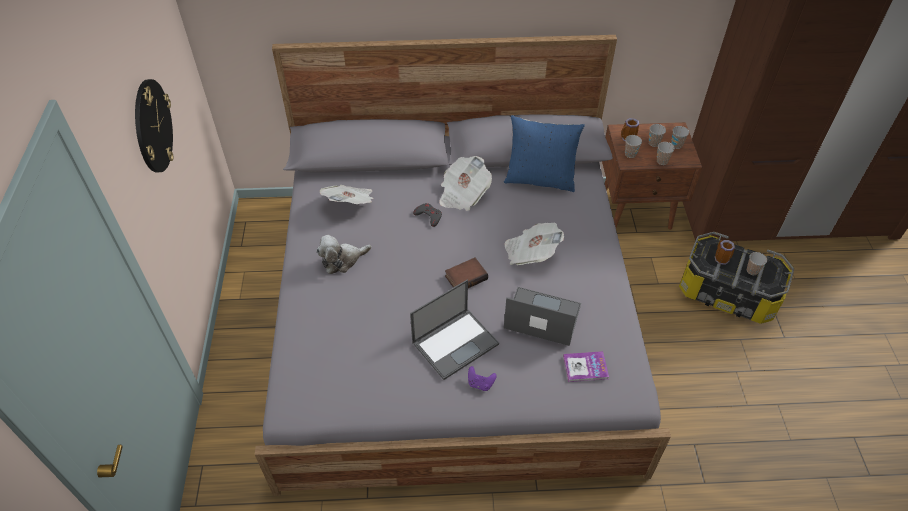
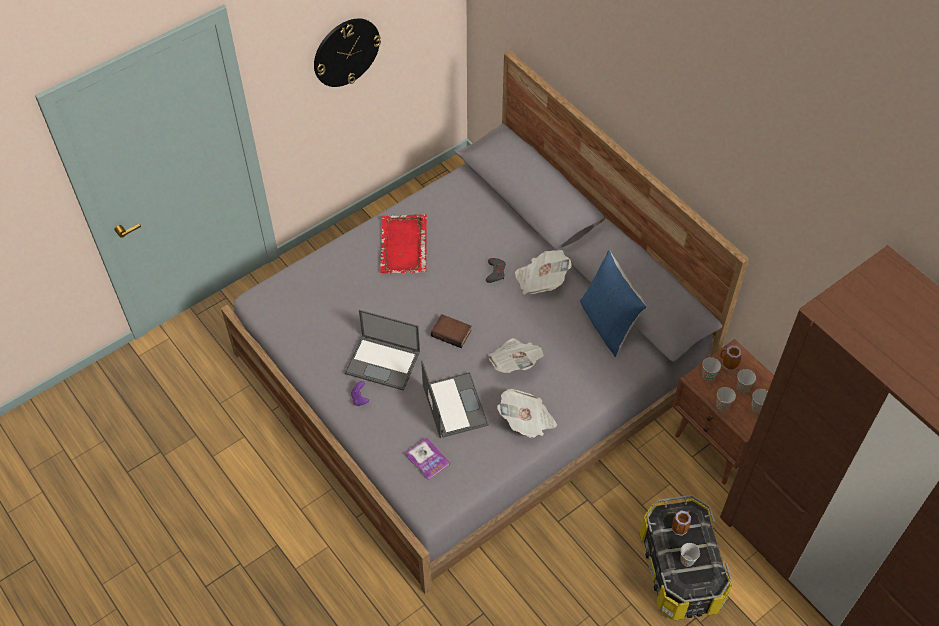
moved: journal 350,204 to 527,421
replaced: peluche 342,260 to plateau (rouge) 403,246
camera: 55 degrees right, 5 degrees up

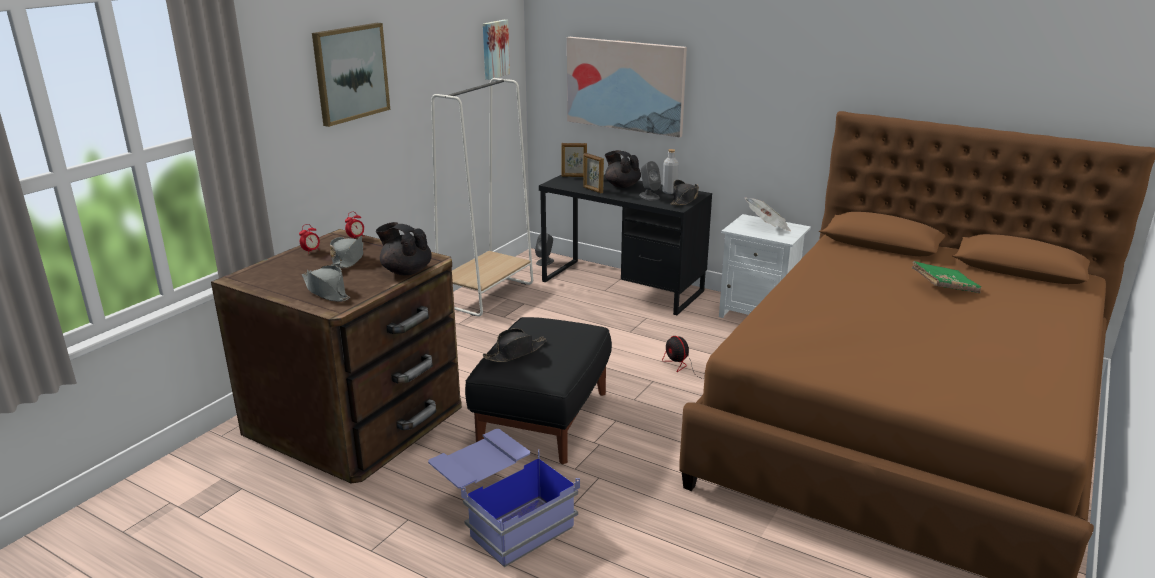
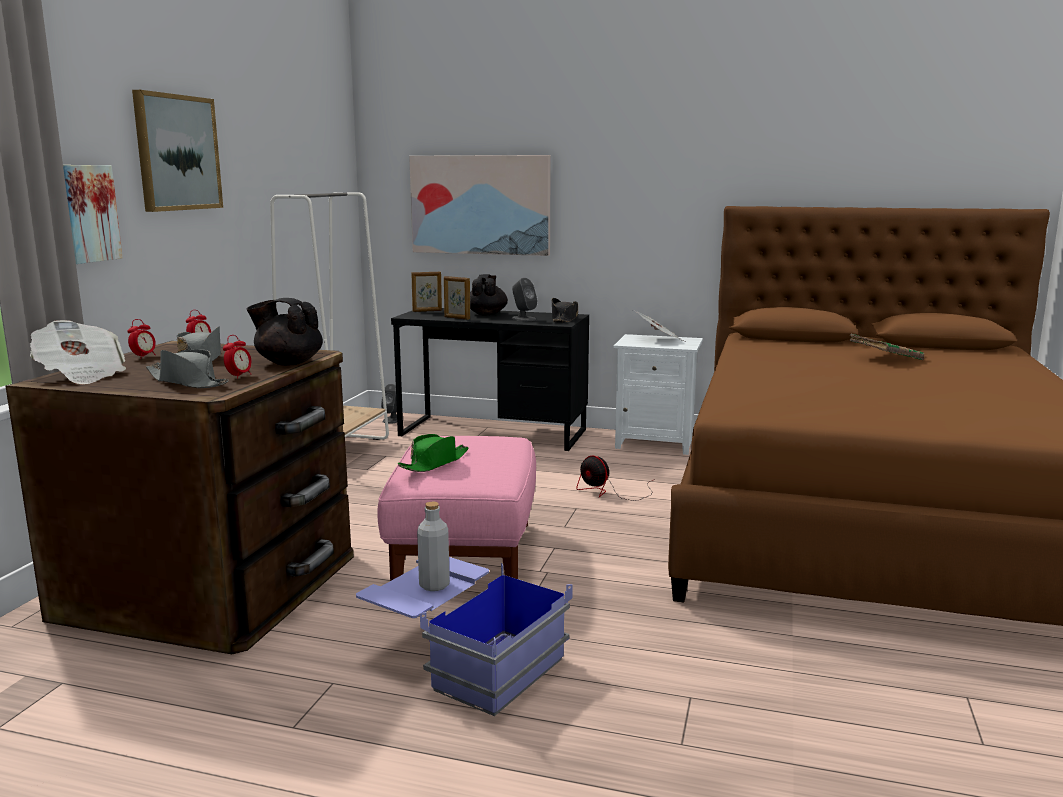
added: journal 81,375; réveil 239,376
moved: tableau 494,49 to 87,213; bouteille (gris) 669,192 to 434,585
recoloured: pouf (noir) 544,418 to pouf (rose) 465,555; chapeau (noir) 515,352 to chapeau (vert) 434,463
turned: théière (noir) 622,185 = 487,314 60 degrees clockwise
camera: 15 degrees left, 10 degrees down

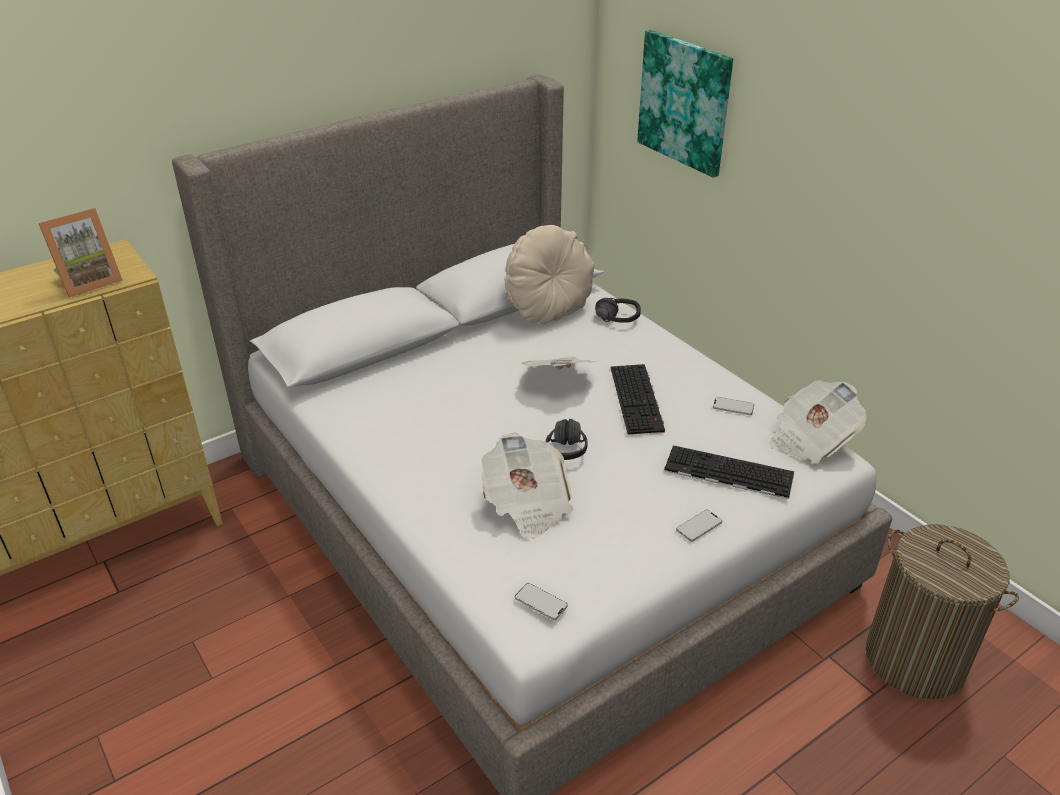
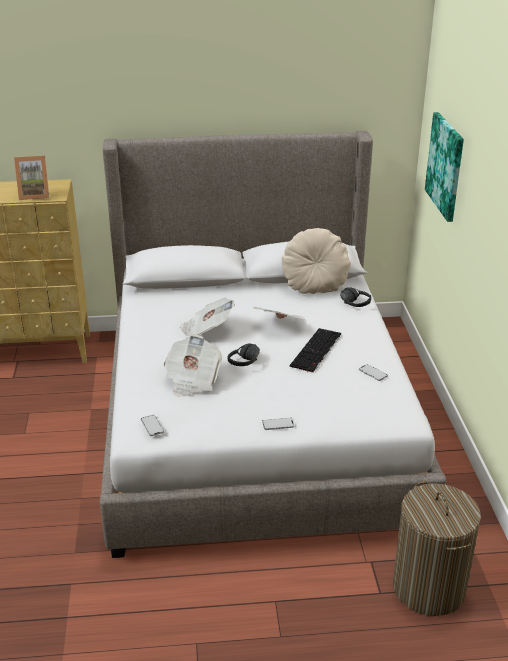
removed: clavier 727,473
moved: journal 811,439 to 206,330
camera: 30 degrees right, 5 degrees down

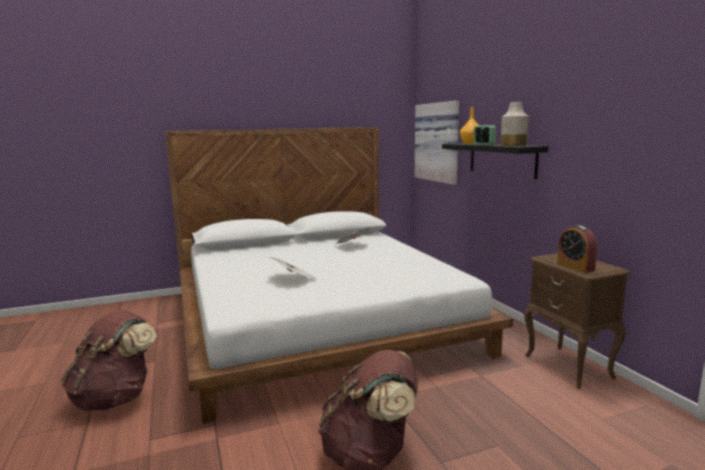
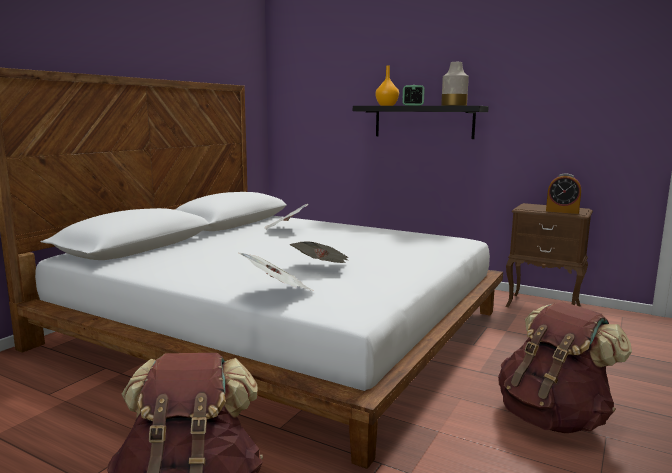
removed: tableau 438,142
added: journal 277,290
camera: 40 degrees left, 0 degrees up

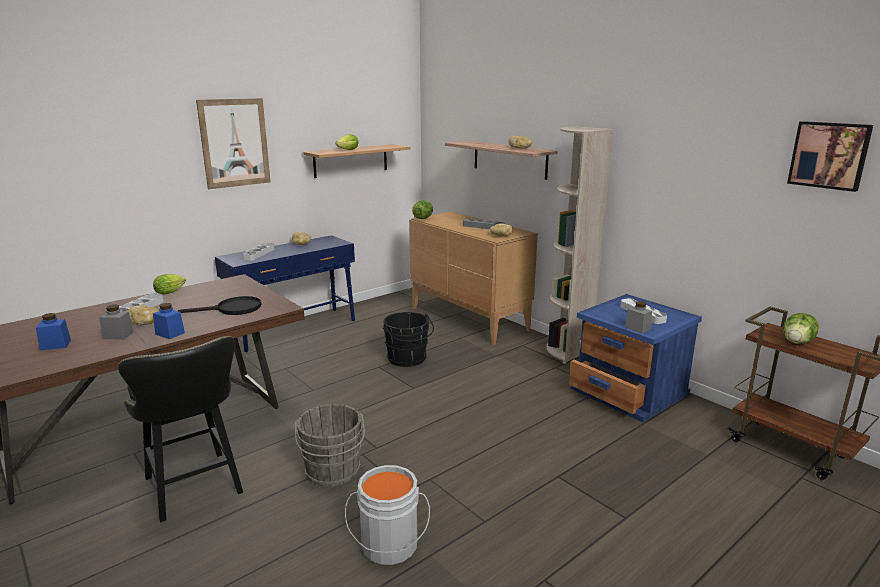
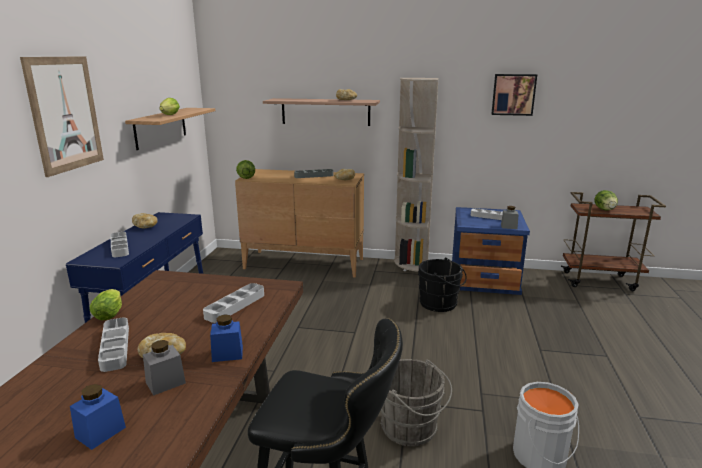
moved: seau (noir) 407,359 to 440,304; tableau 829,155 to 513,94
replaced: poêle (noir) 232,309 to plateau (gris) 235,306
camera: 40 degrees left, 0 degrees up

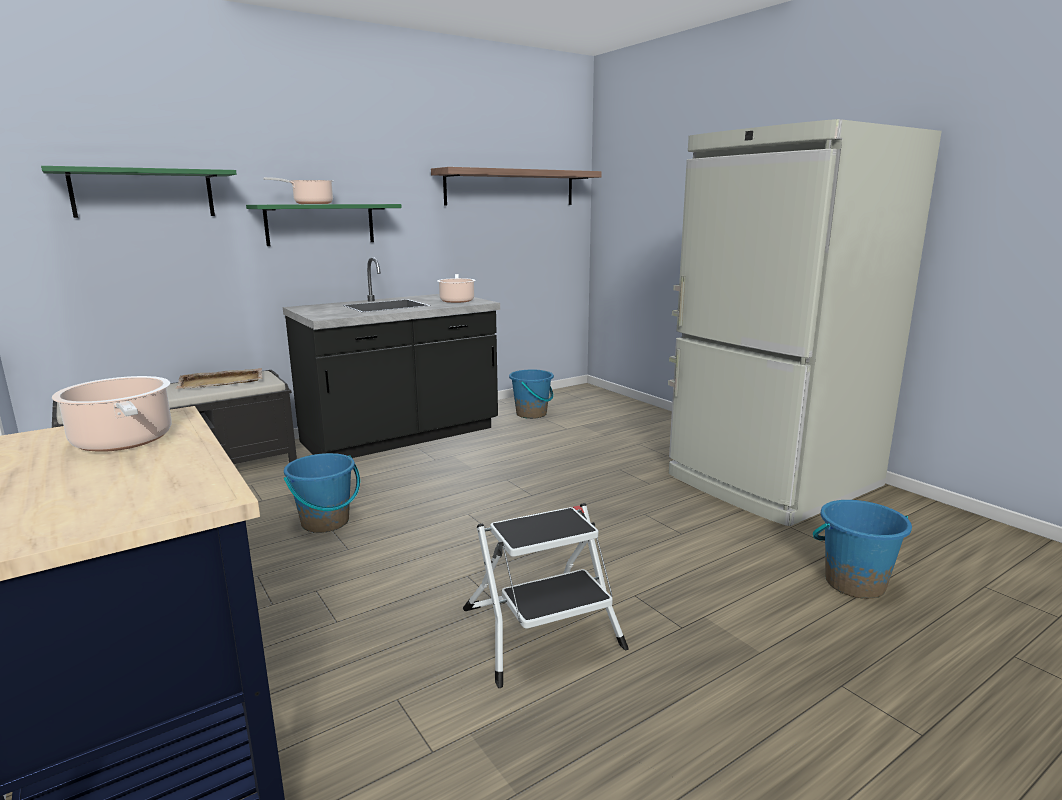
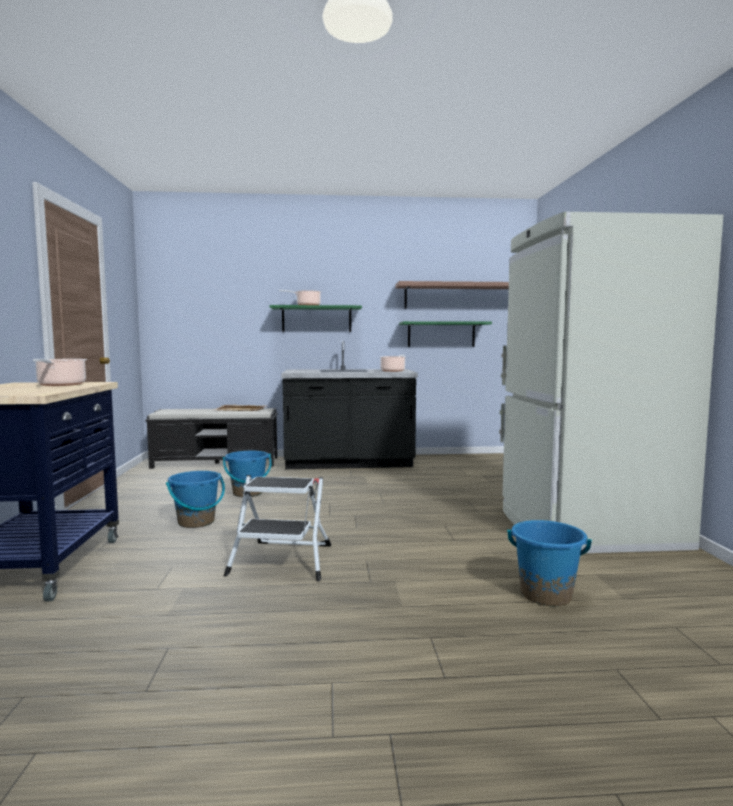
moved: étagère (vert) 143,193 to 441,334; seau (bleu) 531,414 to 196,522
camera: 30 degrees right, 10 degrees down

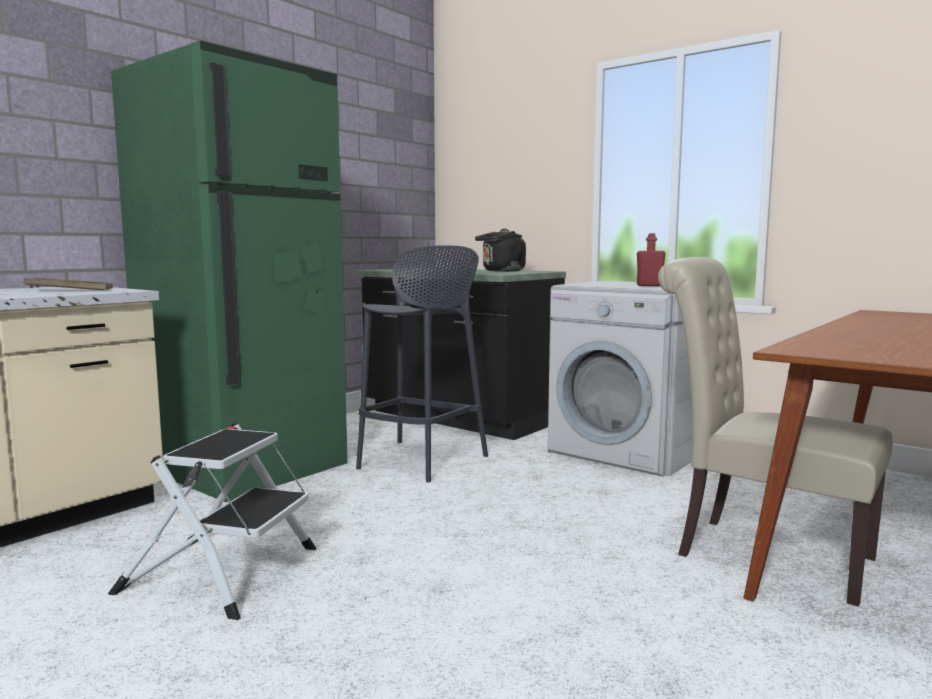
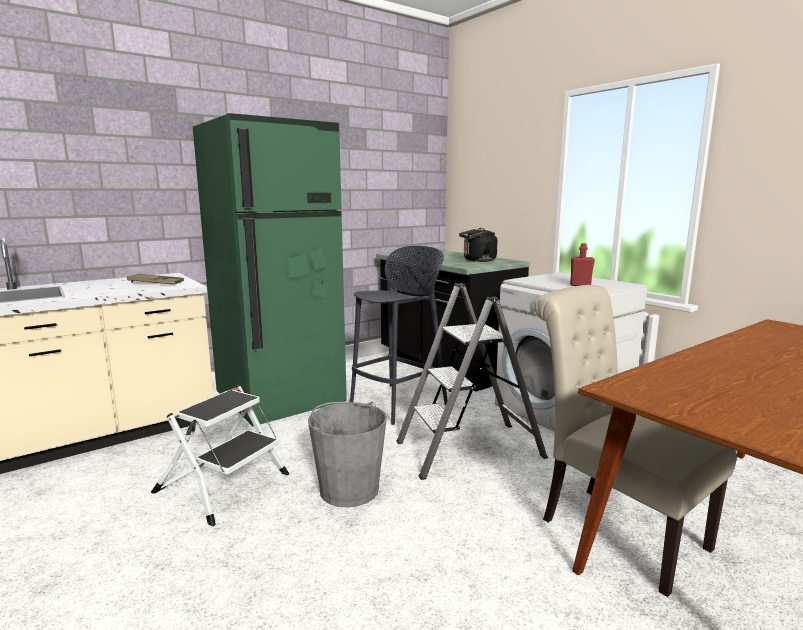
added: seau (gris) 349,489; escabeau (gris) 471,448
camera: 15 degrees right, 5 degrees up

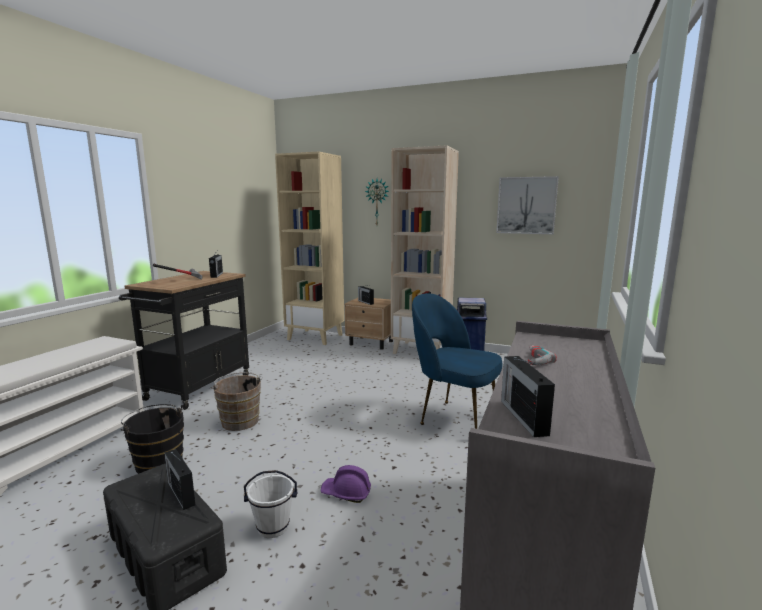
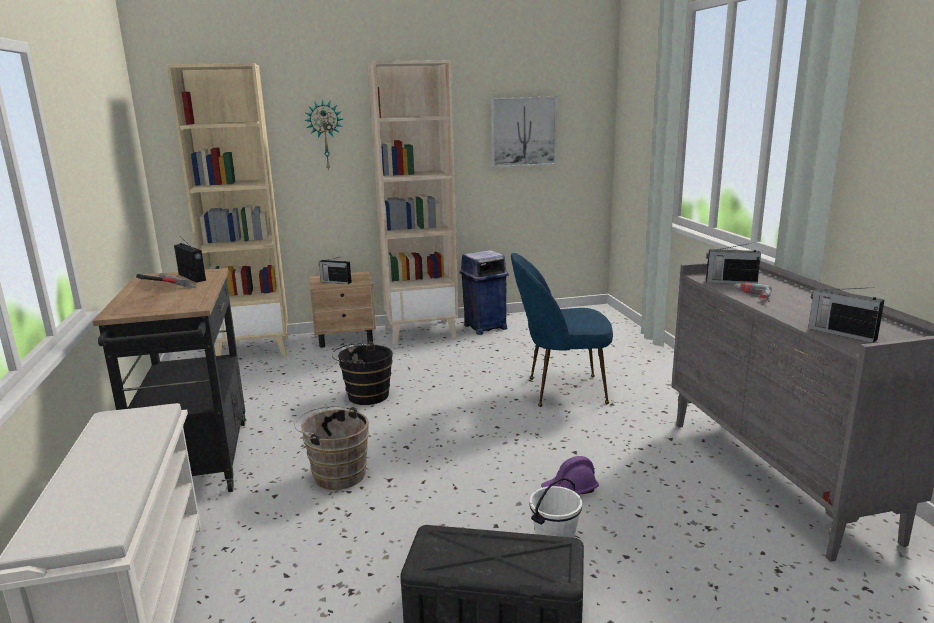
moved: seau (noir) 158,462 to 365,396; radio 181,493 to 730,282
camera: 35 degrees left, 5 degrees up

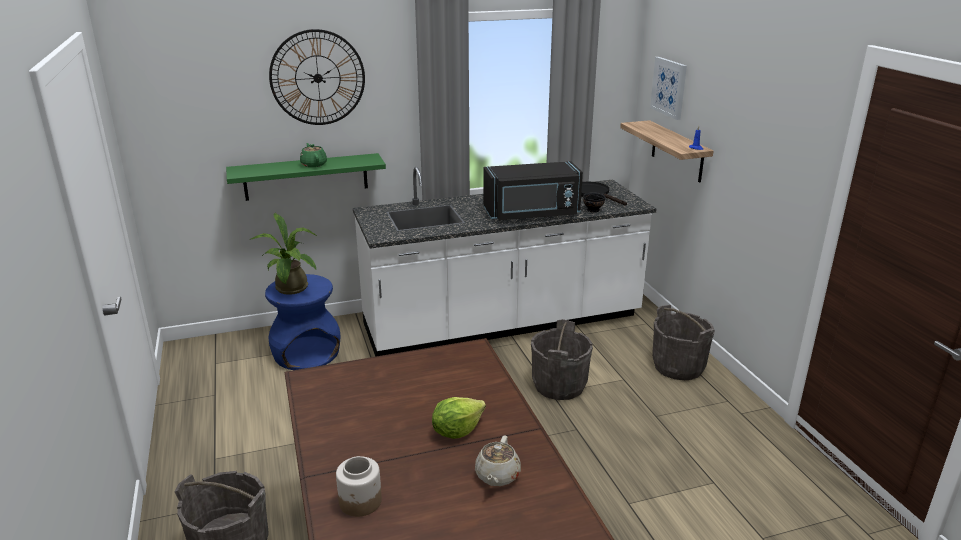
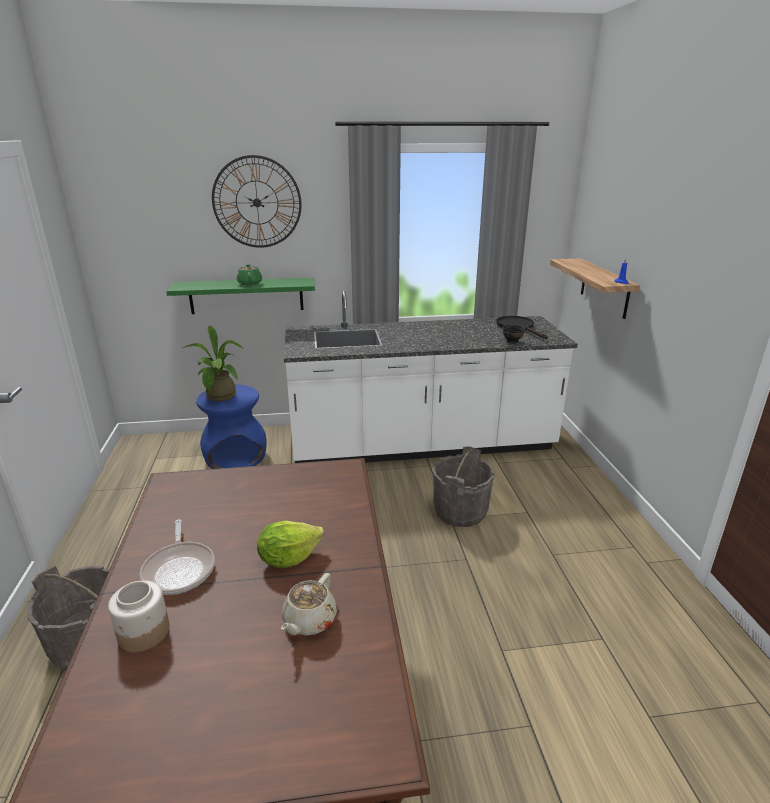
removed: micro-ondes (noir) 532,214; tableau 669,87; seau (gris) 678,367
added: poêle 180,569
camera: 10 degrees right, 0 degrees up

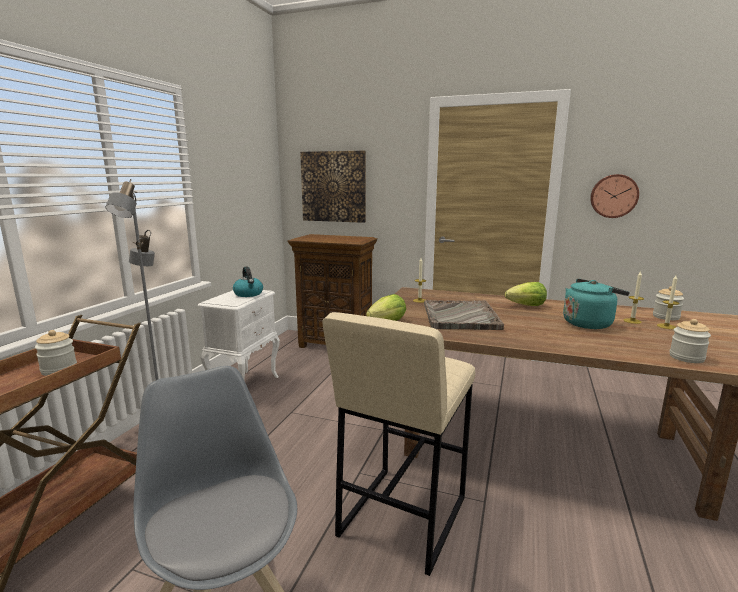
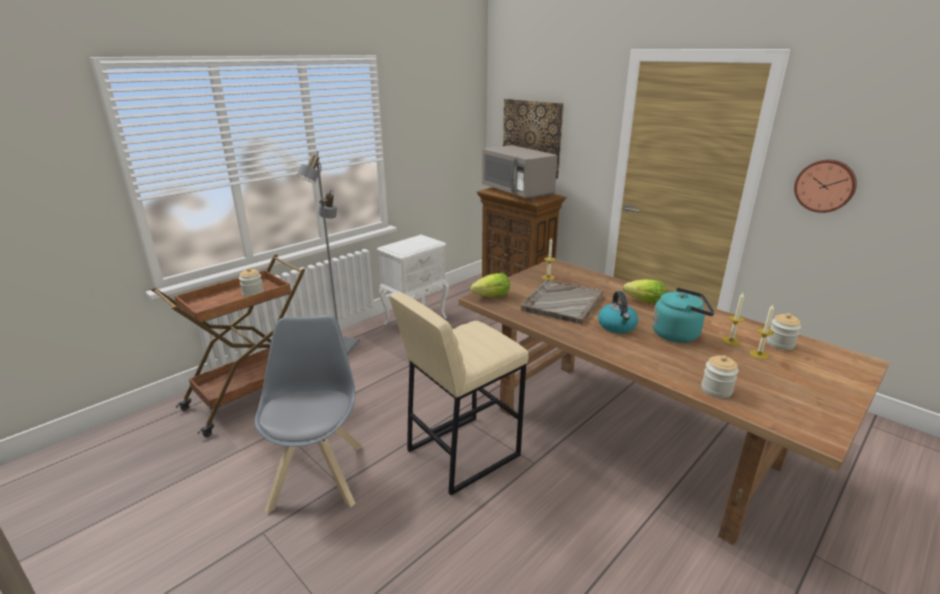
added: micro-ondes (gris) 517,192
moved: bouilloire 248,294 to 617,326
camera: 25 degrees right, 10 degrees up

